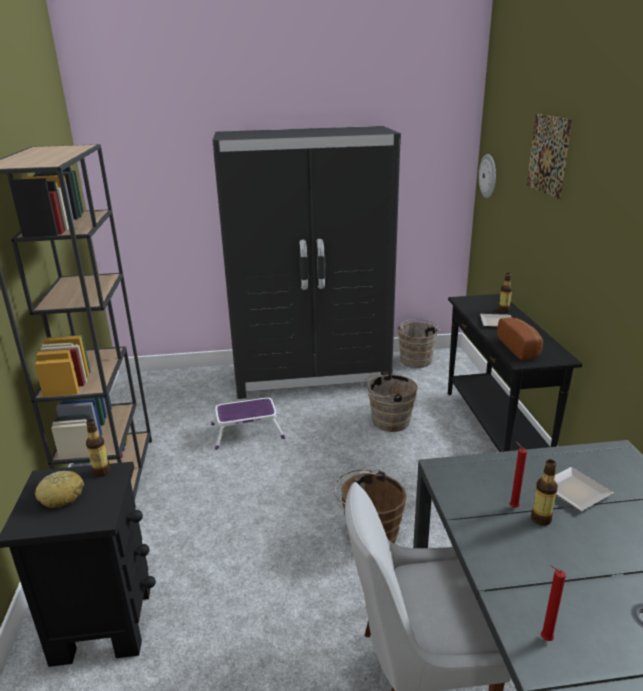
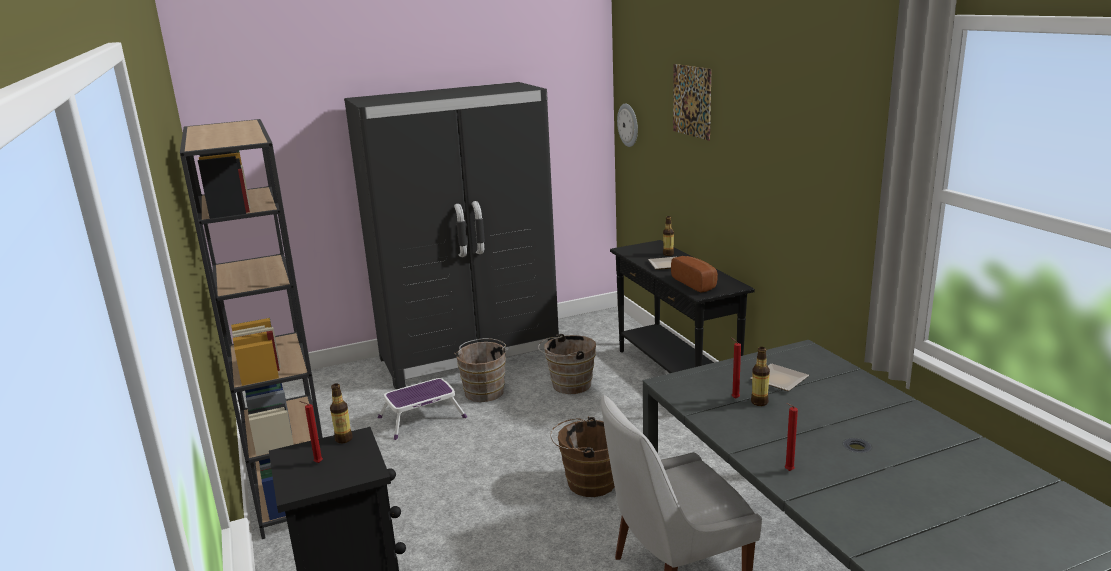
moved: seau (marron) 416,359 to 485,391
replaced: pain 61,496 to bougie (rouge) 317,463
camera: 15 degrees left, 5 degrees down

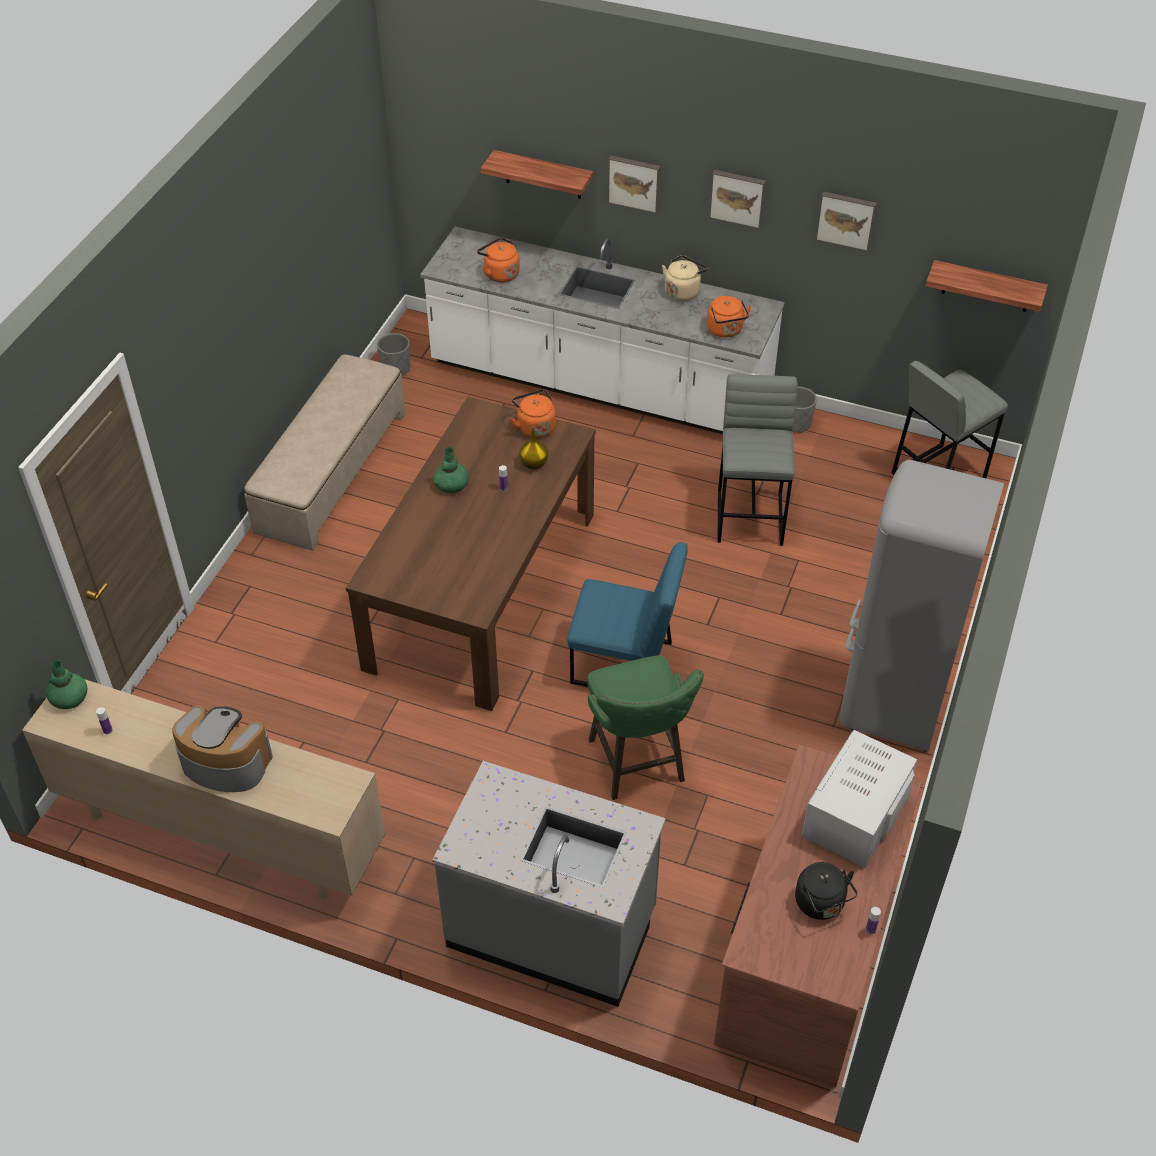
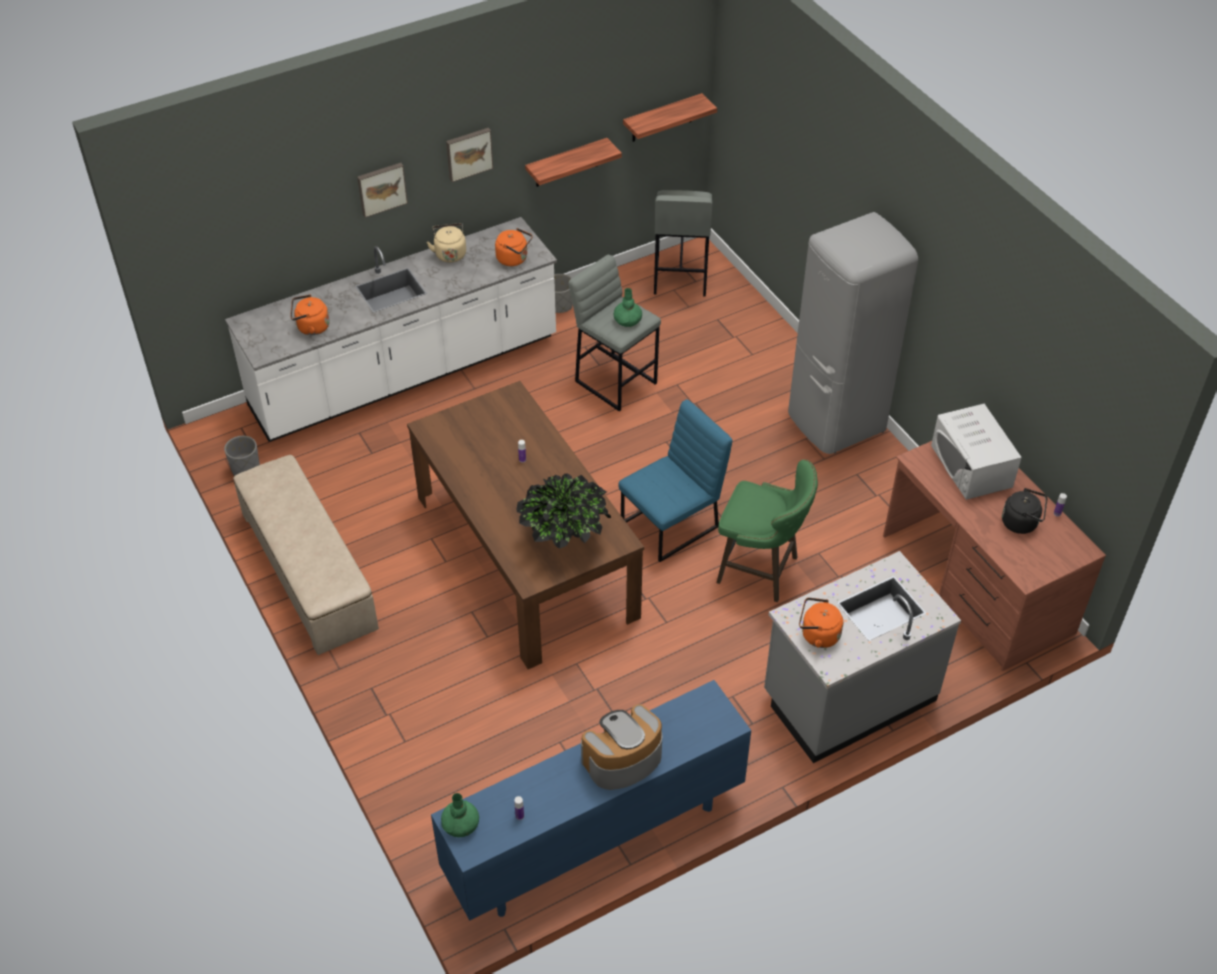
removed: vase (jaune) 534,463; tableau 846,219
added: plante en pot 564,539
moved: vase (vert) 452,484 to 628,320; étagère 543,175 to 566,163; bouilloire (orange) 535,427 to 817,635
recoloured: meuble de rangement (beige) 220,834 to meuble de rangement (bleu) 595,840
camera: 50 degrees left, 0 degrees up

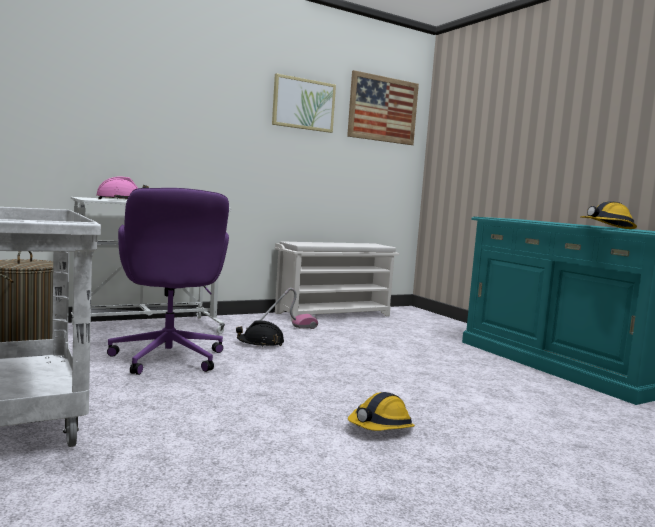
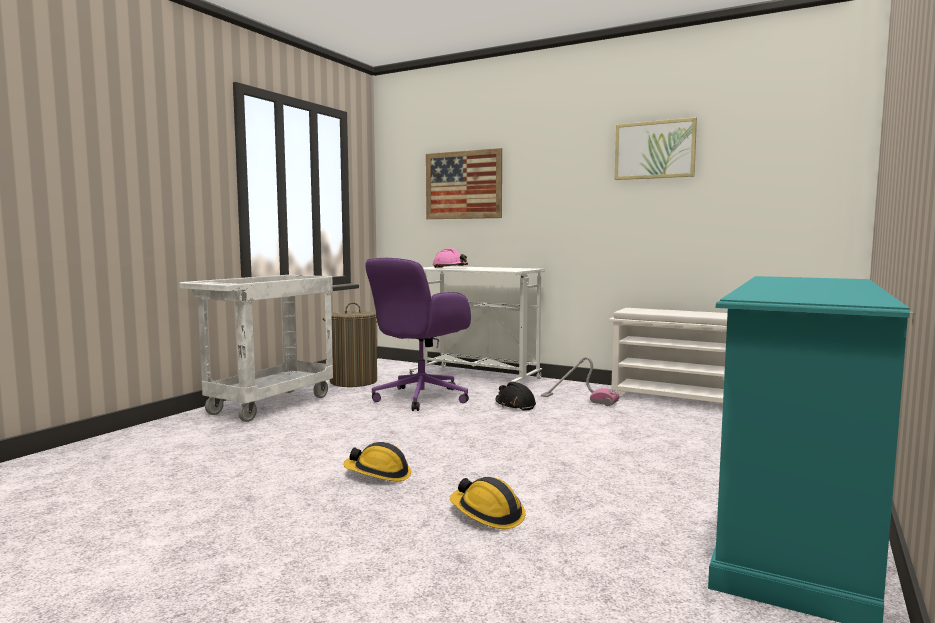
moved: tableau 383,109 to 463,185; casque de chantier 607,227 to 487,514
camera: 60 degrees right, 0 degrees up

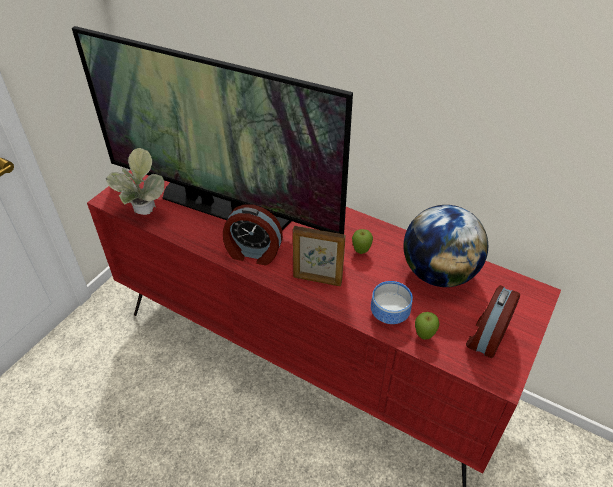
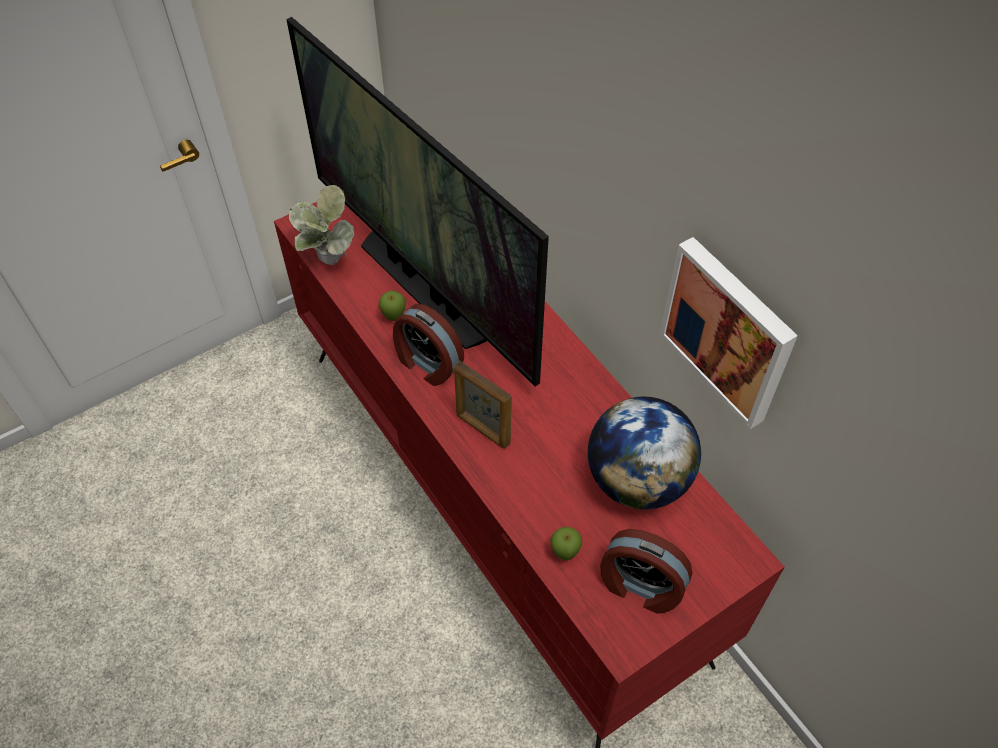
removed: bol 387,313
added: tableau 729,331
moved: pomme 361,252 to 394,318
turned: réveil 486,336 = 640,586 120 degrees counterclockwise
camera: 25 degrees right, 10 degrees up

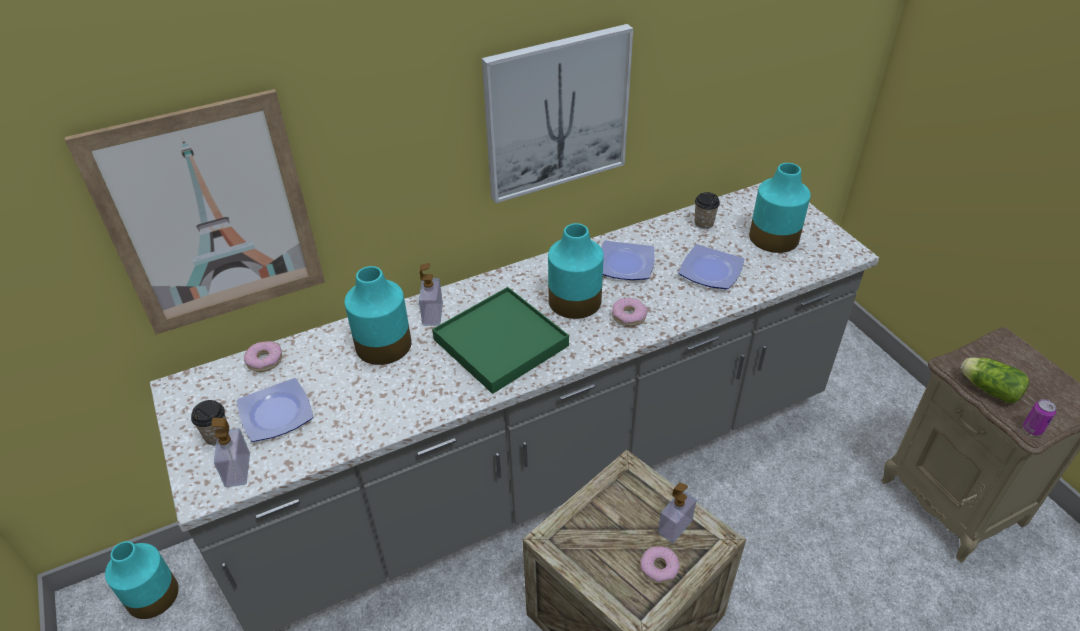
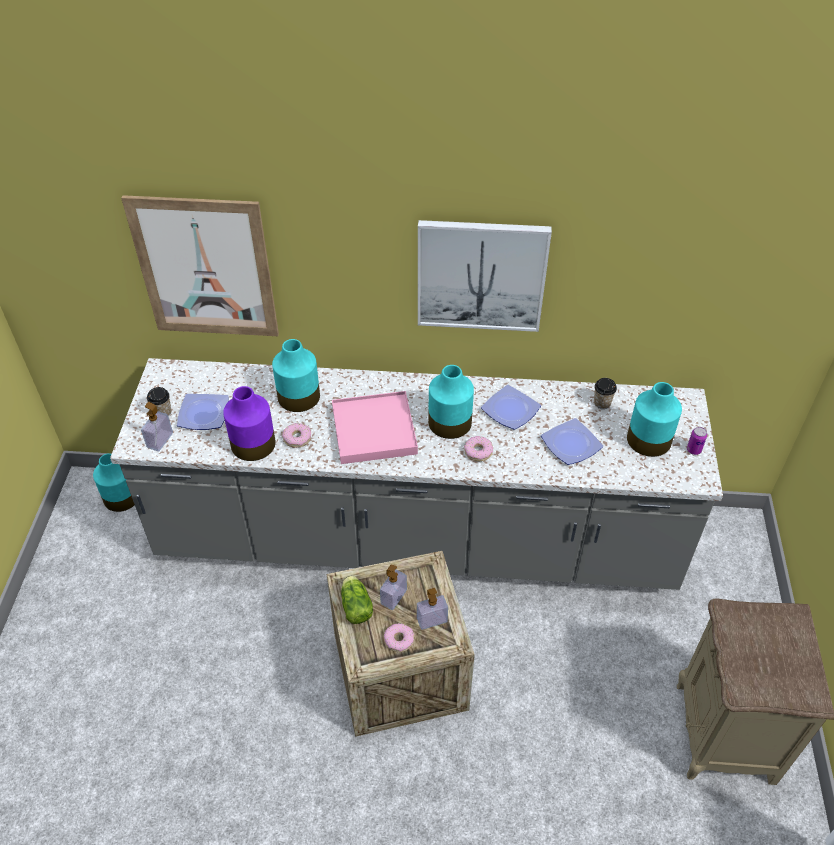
added: vase (violet) 252,443
moved: beignet 264,360 to 297,438; distributeur de savon 432,314 to 393,597; laitue 987,388 to 355,605; boîte métallique 1032,429 to 693,450
recoloured: plateau (vert) 501,343 to plateau (rose) 374,430
camera: 30 degrees right, 5 degrees up

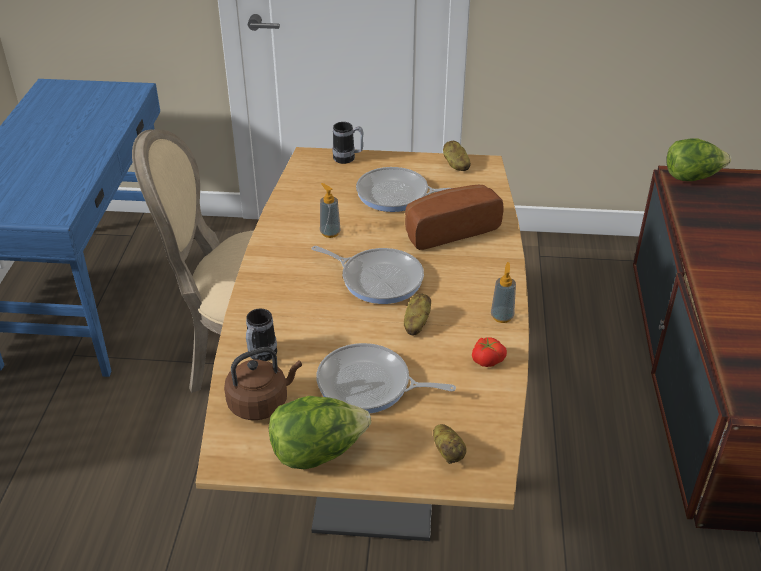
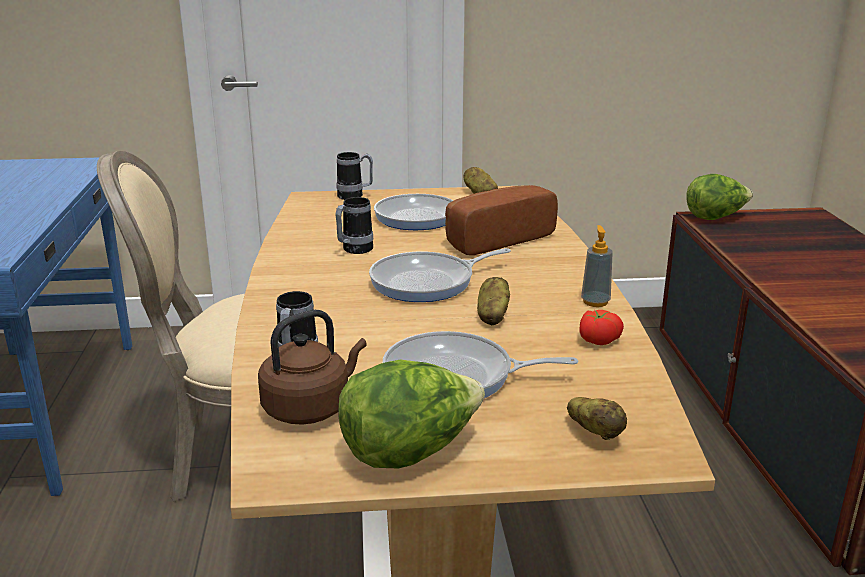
replaced: distributeur de savon 330,233 to mug 353,250
turned: poêle 378,279 = 427,282 135 degrees clockwise
camera: 10 degrees left, 15 degrees down

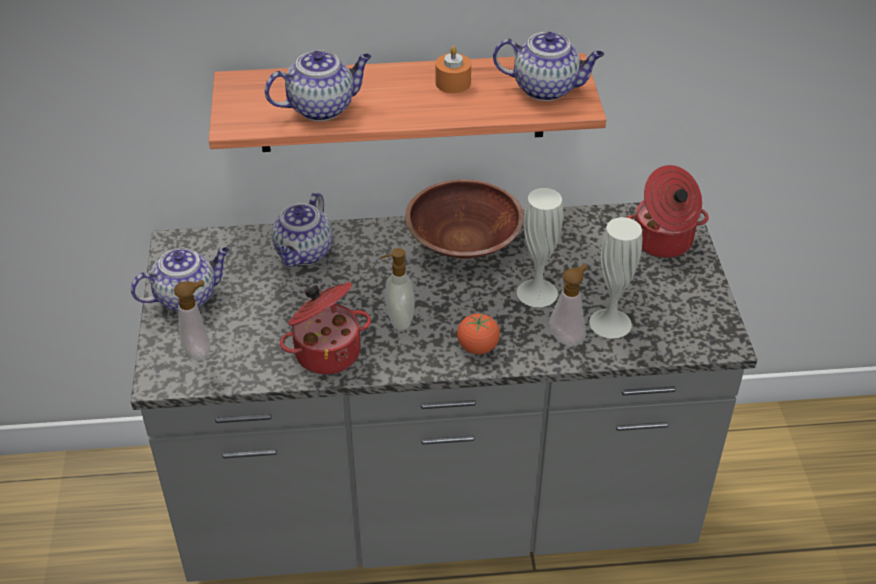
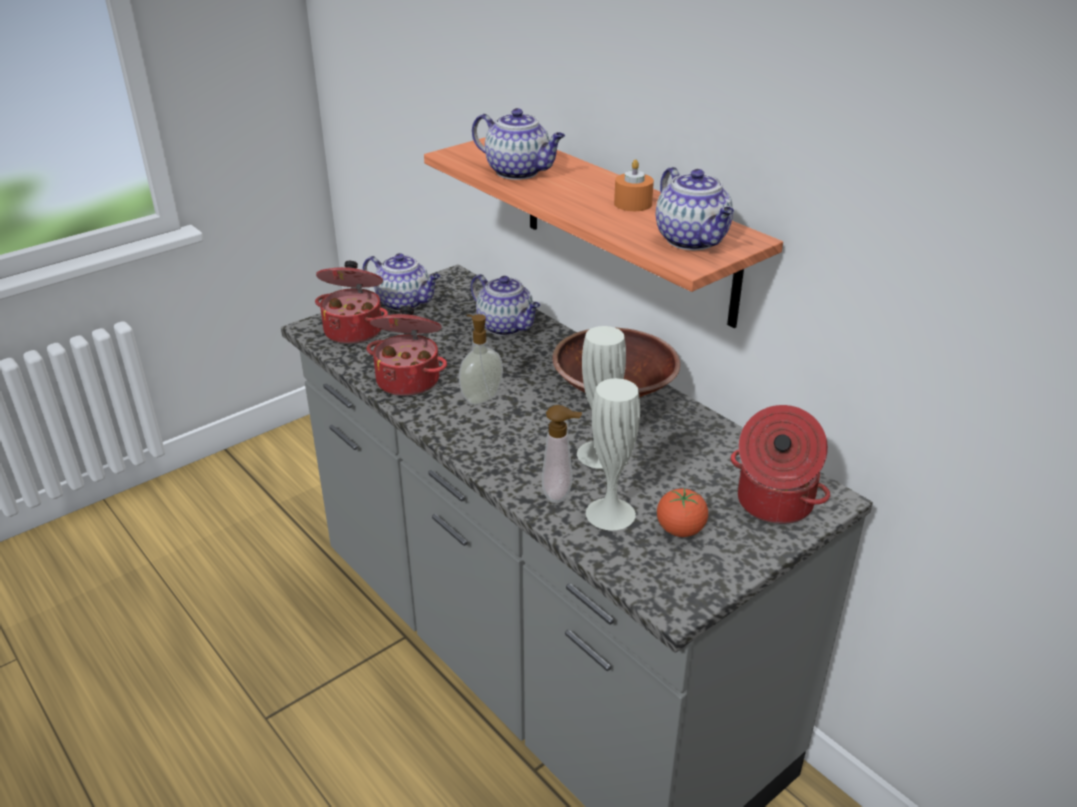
moved: tomate 478,347 to 680,530
replaced: distributeur de savon 200,351 to marmite 355,330
turned: théière 304,253 = 506,327 120 degrees counterclockwise
camera: 55 degrees right, 10 degrees down

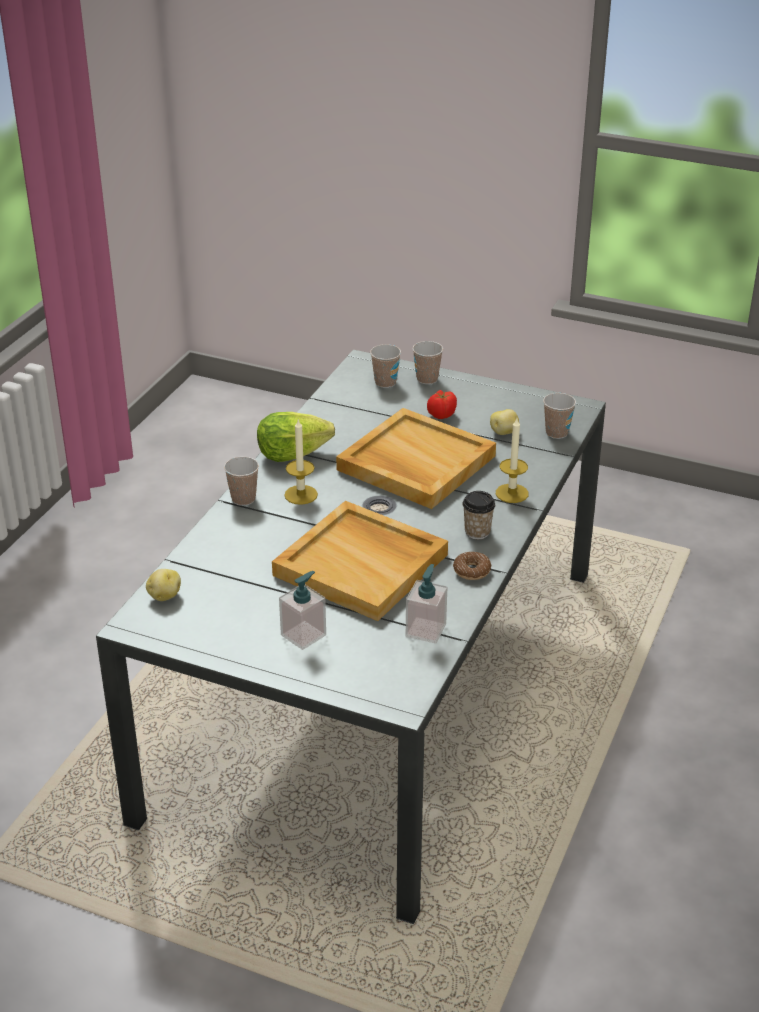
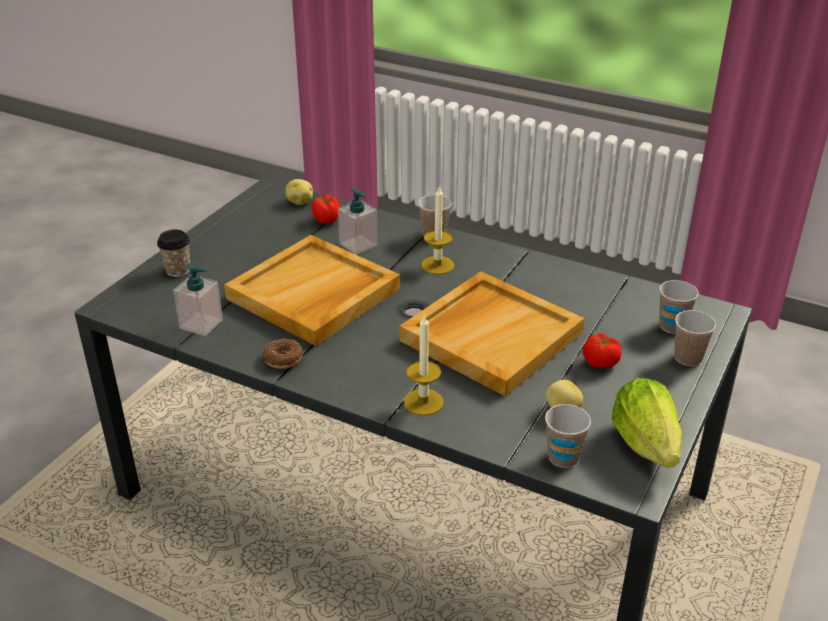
added: tomate 327,220
moved: laitue 291,454 to 646,444; distributeur de savon 303,635 to 358,244; tasse 477,532 to 178,270
camera: 95 degrees right, 0 degrees up

